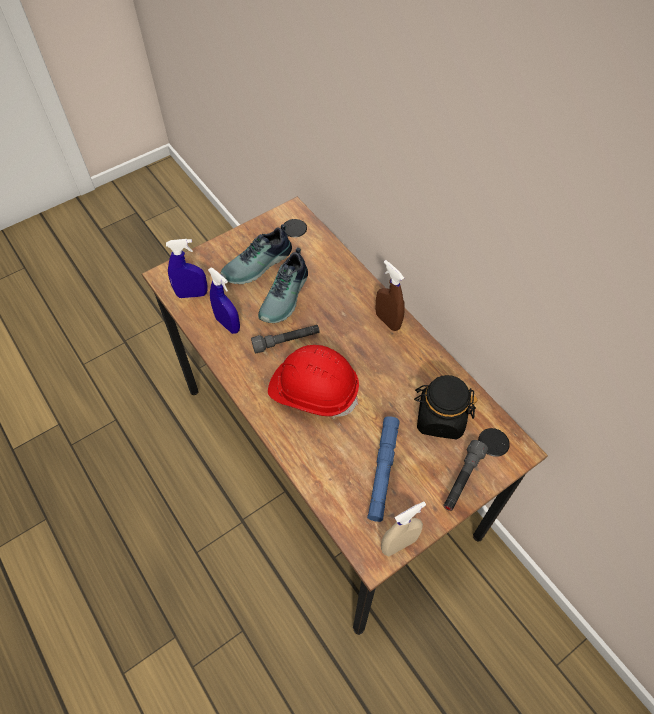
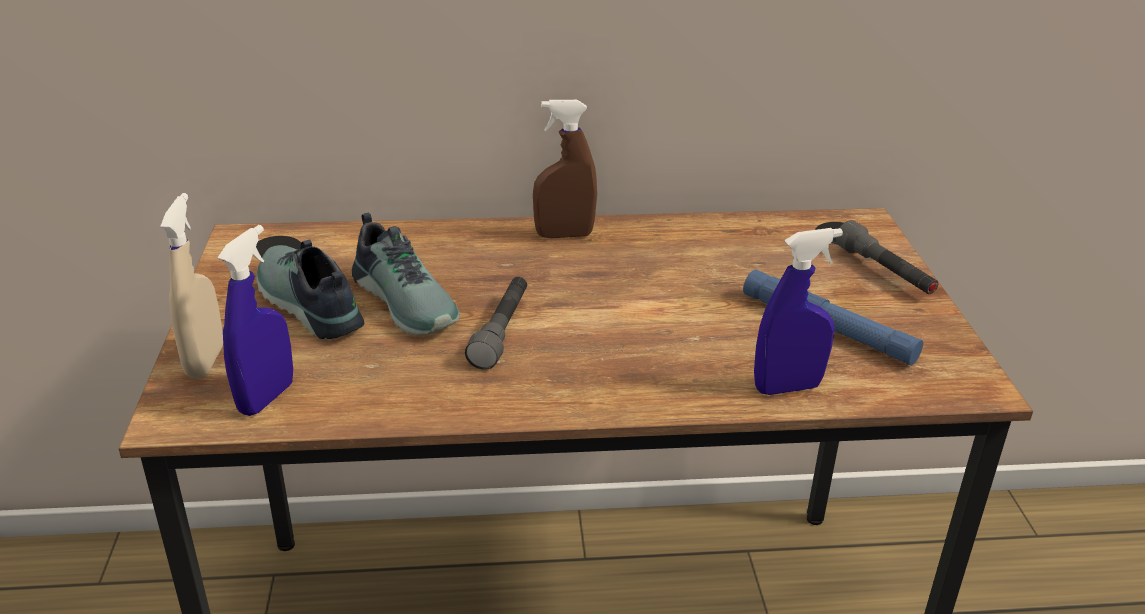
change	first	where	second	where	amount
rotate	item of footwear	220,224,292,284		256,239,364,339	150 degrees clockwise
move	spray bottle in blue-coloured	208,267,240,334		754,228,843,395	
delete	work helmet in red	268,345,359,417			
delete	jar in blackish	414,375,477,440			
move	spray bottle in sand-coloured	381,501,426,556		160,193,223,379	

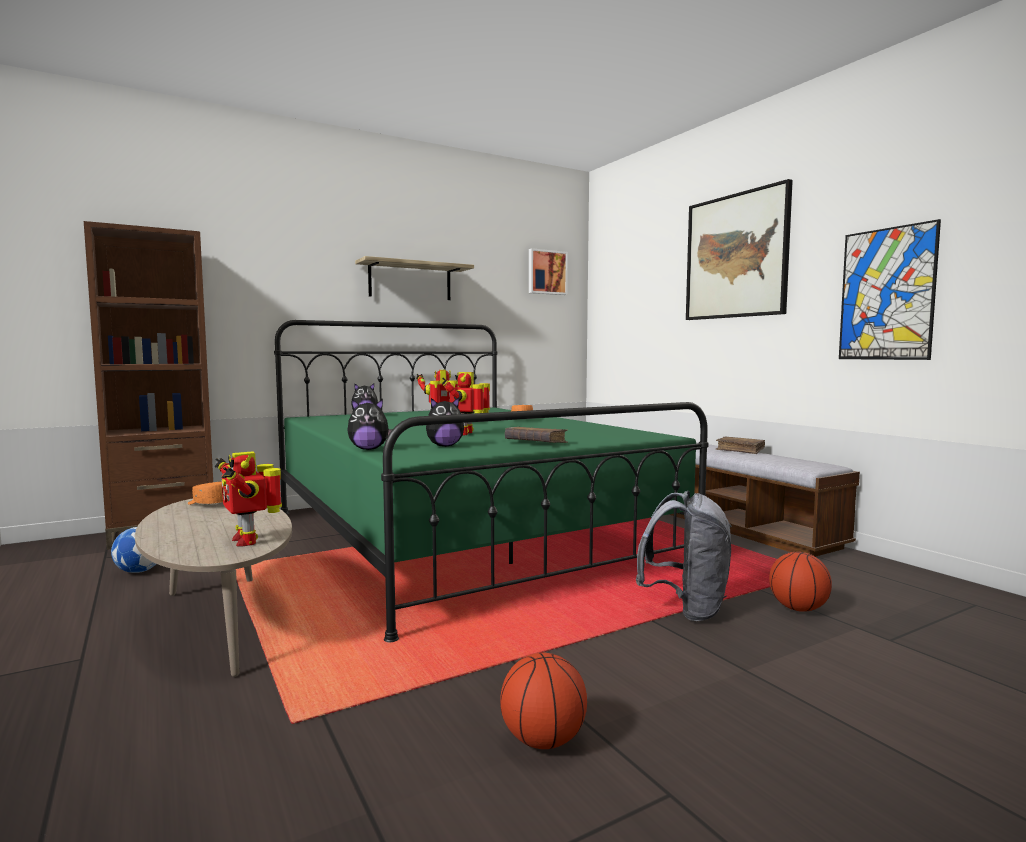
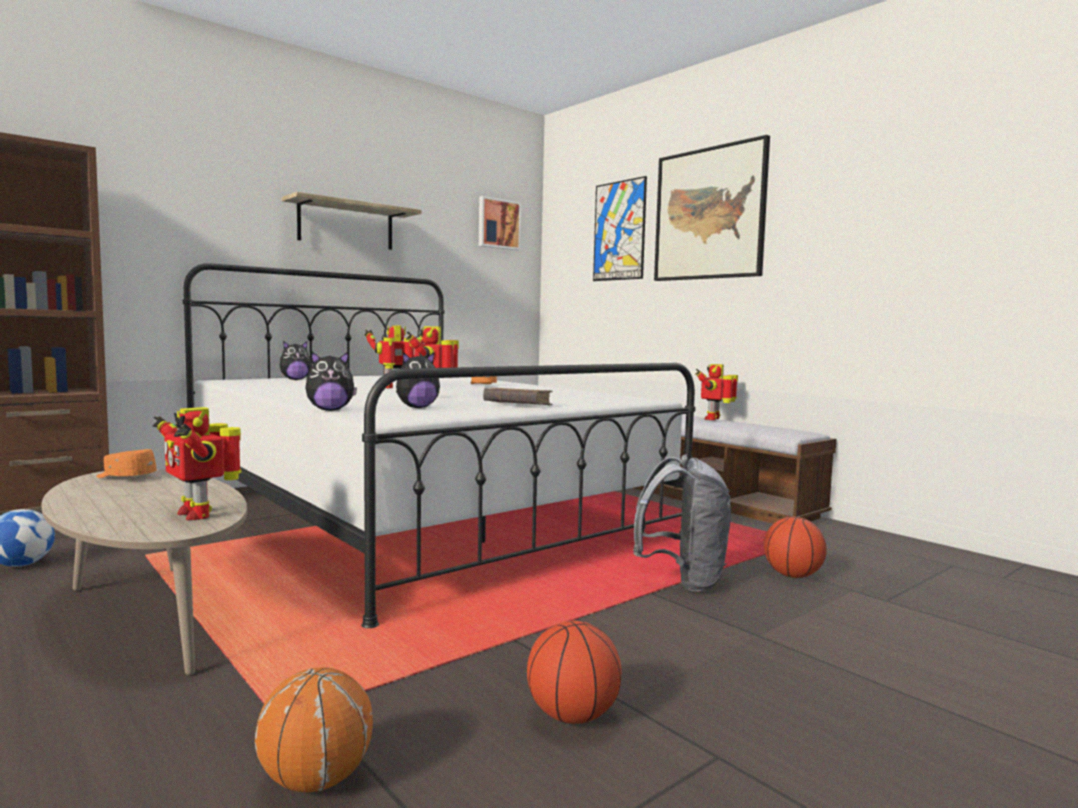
change	first	where	second	where	amount
move	picture	839,219,941,360		593,176,647,281	
recolor	sleeping bed in greenish	274,320,709,642	sleeping bed in white	183,263,696,628	
replace	book in brown-coloured	716,437,765,454	model robot	695,364,738,420	
insert			ball for basketball	255,667,373,792	

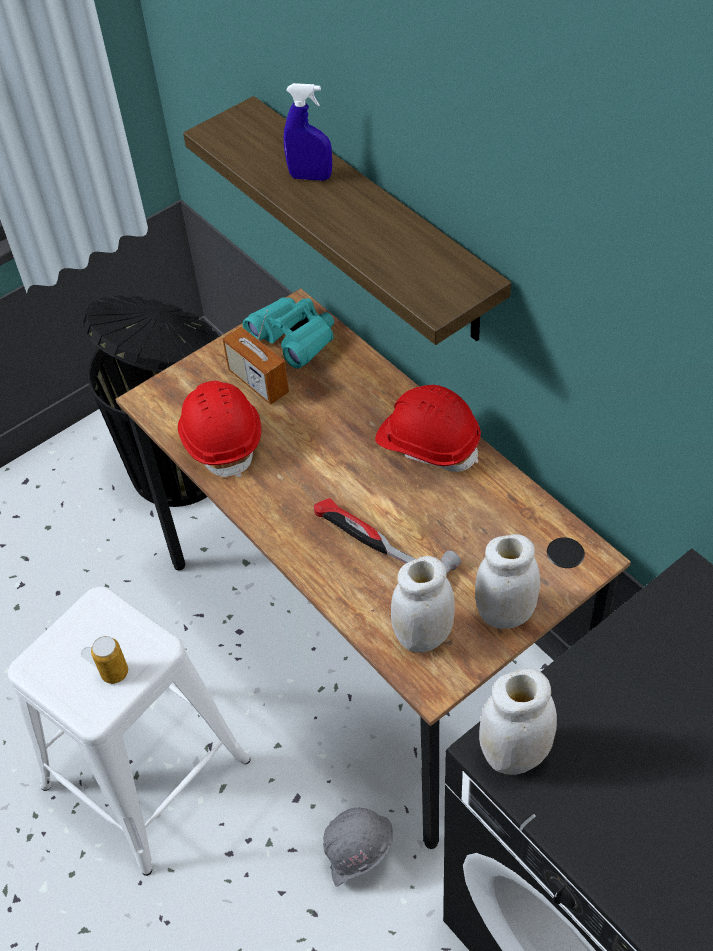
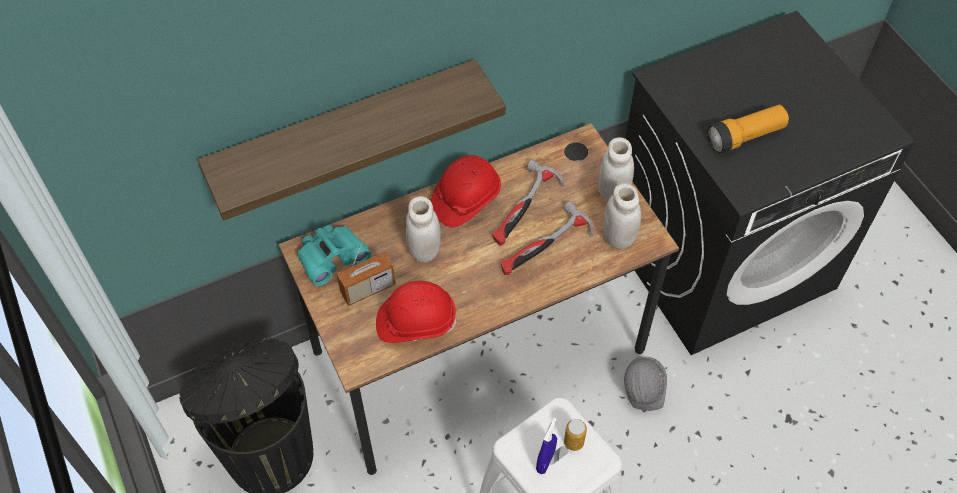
change	first	where	second	where	amount
move	spray bottle in blue-coloured	284,83,332,181		536,417,557,474	
move	jar in white	479,668,557,775		406,196,441,262	
insert			torch	707,105,789,154	
insert			tool hammer	492,159,564,246	

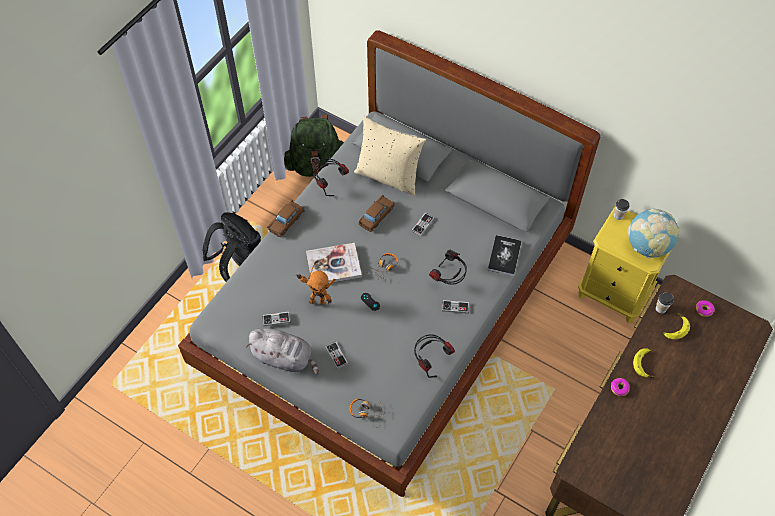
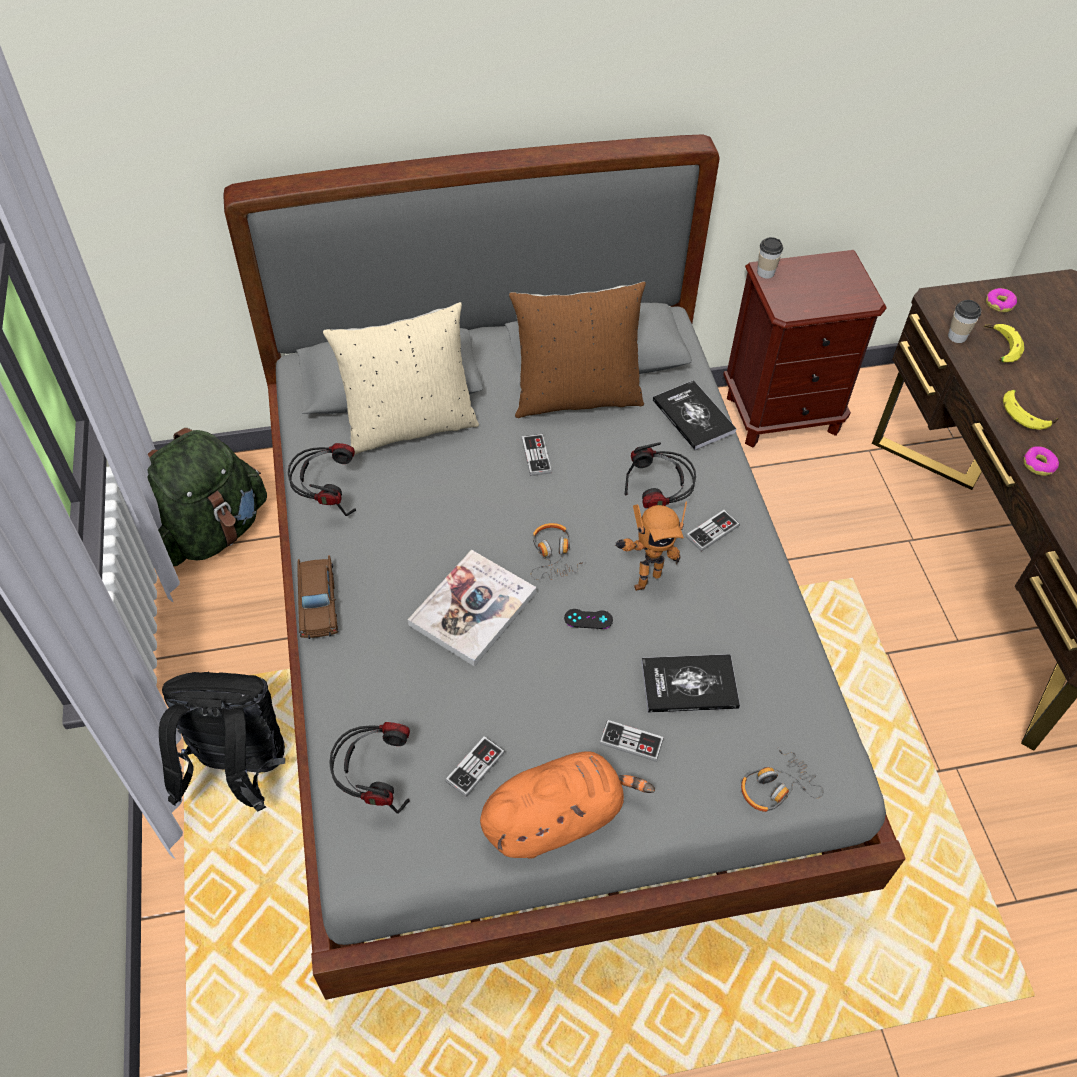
change	first	where	second	where	amount
delete	miniature car in brown-coloured	358,195,395,232			
recolor	night table in yellowish	578,207,679,323	night table in brown-coloured	723,250,887,447	
delete	world globe	627,209,679,258			
move	model robot	296,265,336,305		615,502,687,591	
recolor	cuddly toy in gray	246,328,319,374	cuddly toy in orangey	480,751,655,859	
move	pair of headphones	414,334,455,378		329,722,410,814	
insert			pillow in brown-coloured	509,281,646,418	
insert			book	641,654,740,713	

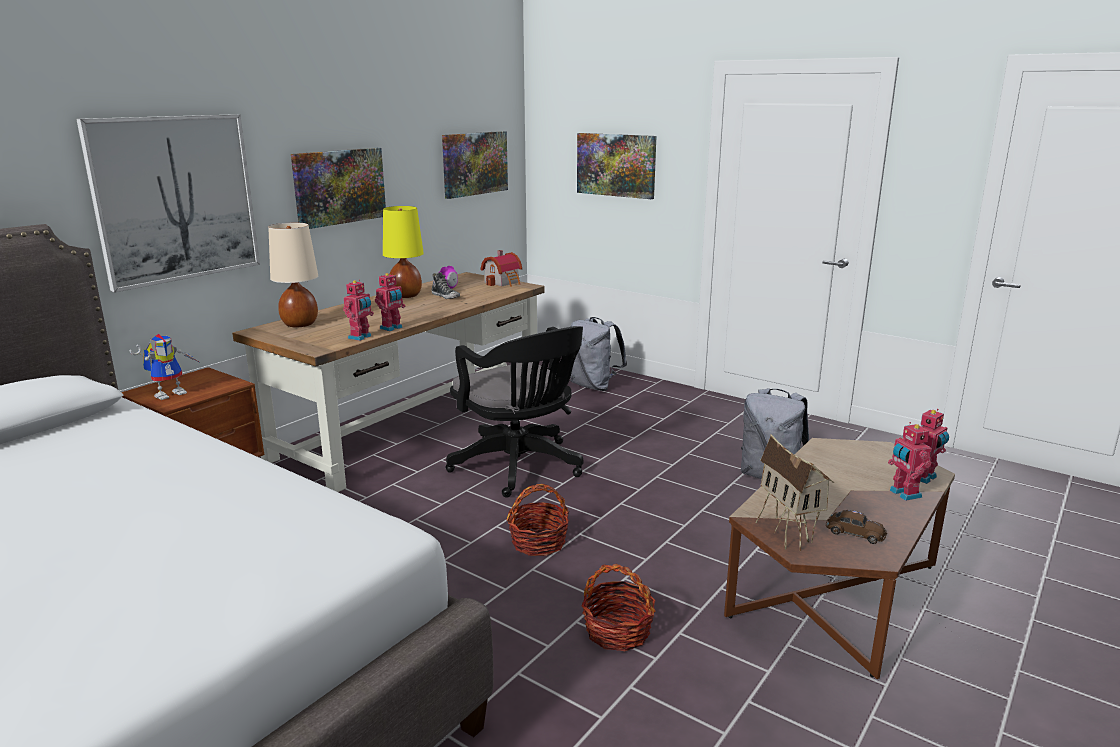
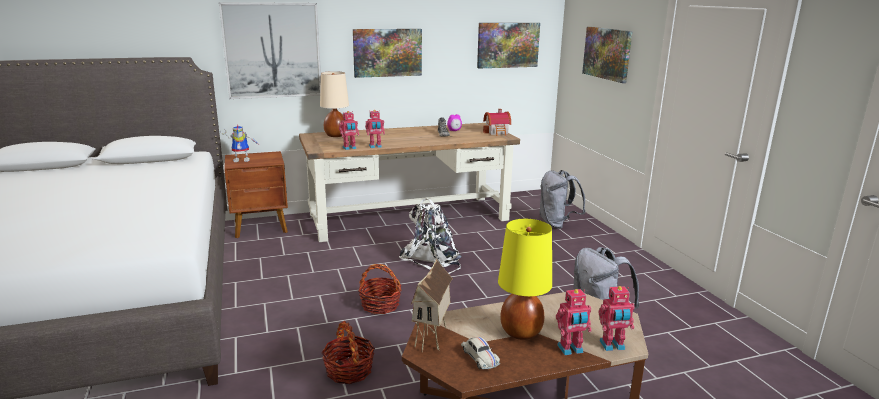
change	first	where	second	where	amount
move	tabletop lamp in yellowish	383,206,424,298		498,219,552,340	
replace	computer chair in blackish	445,326,583,498	knapsack in white	399,198,462,274	
rotate	model robot	888,422,932,501		556,289,592,355	120 degrees counterclockwise
recolor	miniature car in brown-coloured	826,510,887,544	miniature car in white	461,337,500,369	

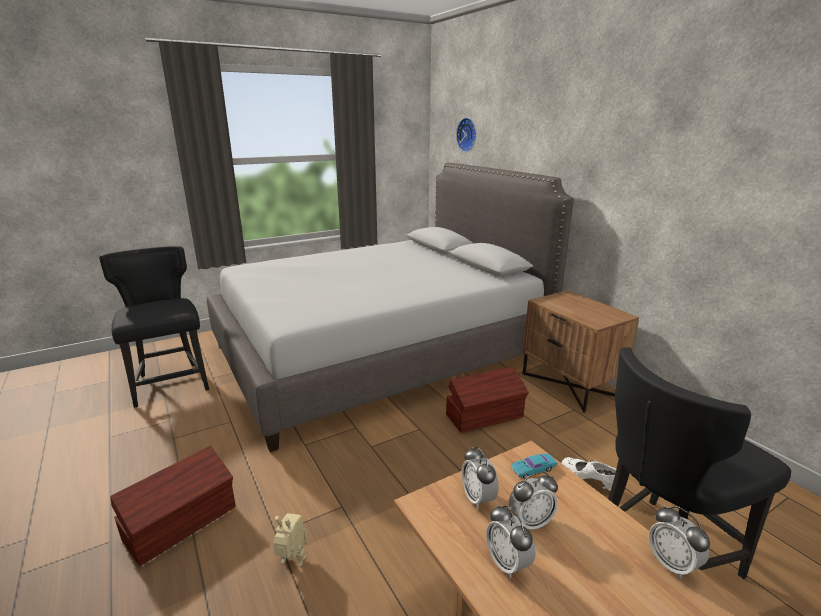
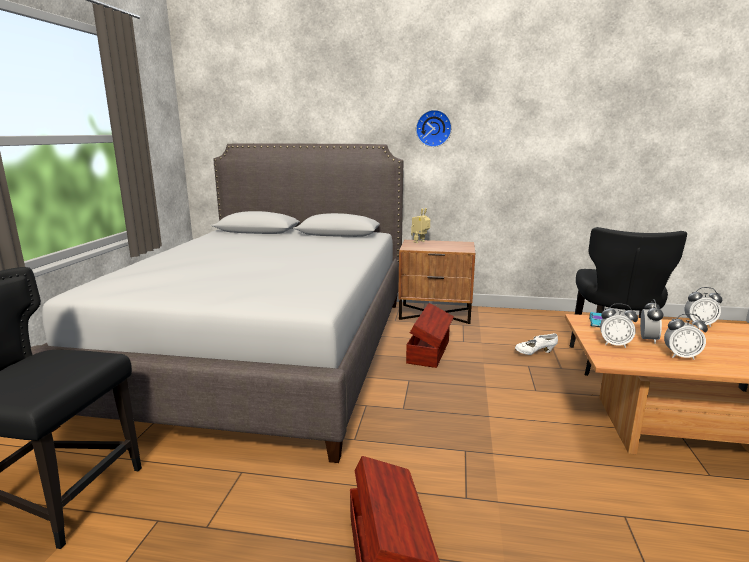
change	first	where	second	where	amount
move	wall clock	456,118,476,152		416,110,452,147	
move	model robot	273,513,308,567		411,208,430,243	

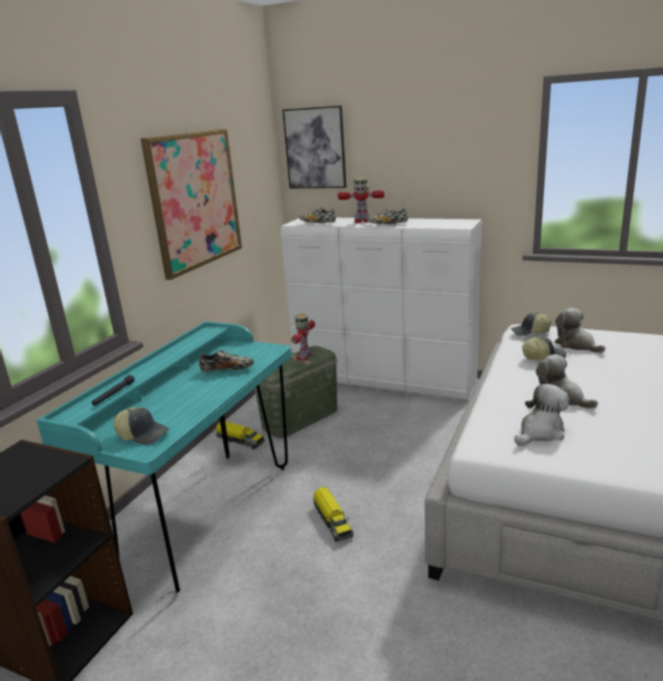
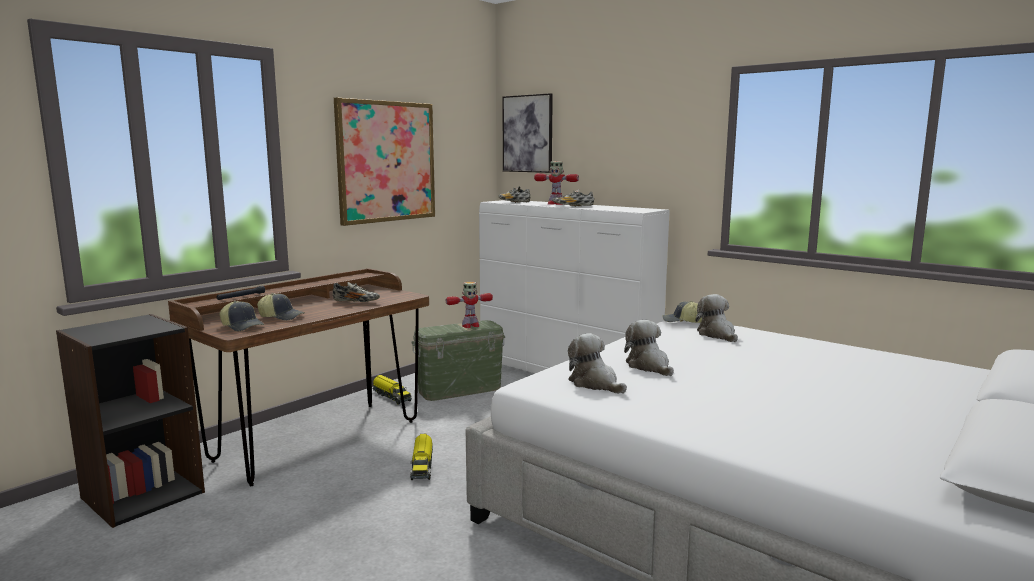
change	first	where	second	where	amount
rotate	model robot	291,314,315,360		446,282,493,328	150 degrees counterclockwise
recolor	desk table in turquoise	37,321,292,593	desk table in brown-coloured	168,268,429,486	
move	peaked cap	522,336,566,360		257,293,305,320	
rotate	cuddly toy	514,384,569,446		568,333,627,394	105 degrees counterclockwise

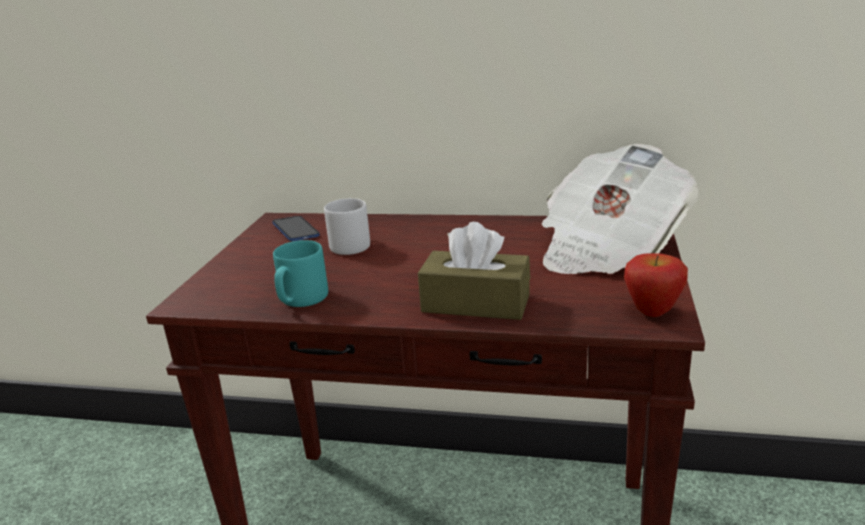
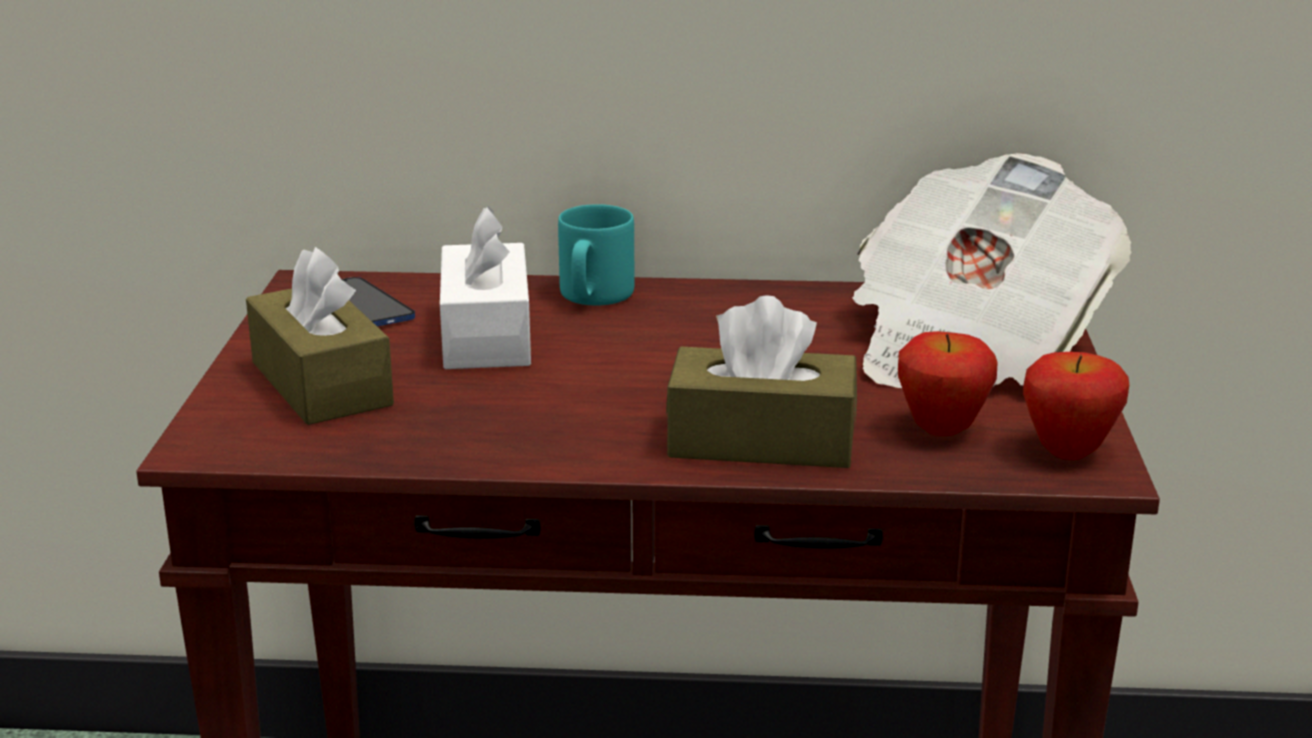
change	first	where	second	where	amount
replace	coffee mug in gray	324,198,370,255	tissue holder in white	440,207,531,369	
move	coffee mug in turquoise	273,240,328,307		558,204,634,305	
insert			tissue holder in brown-coloured	246,247,394,425	
insert			whole apple	898,331,998,436	

